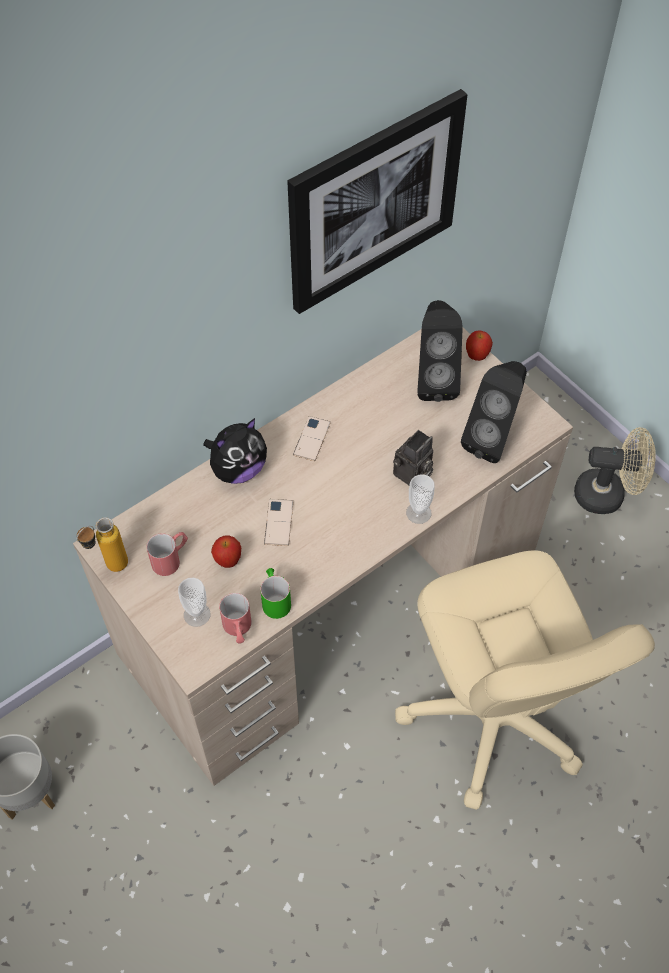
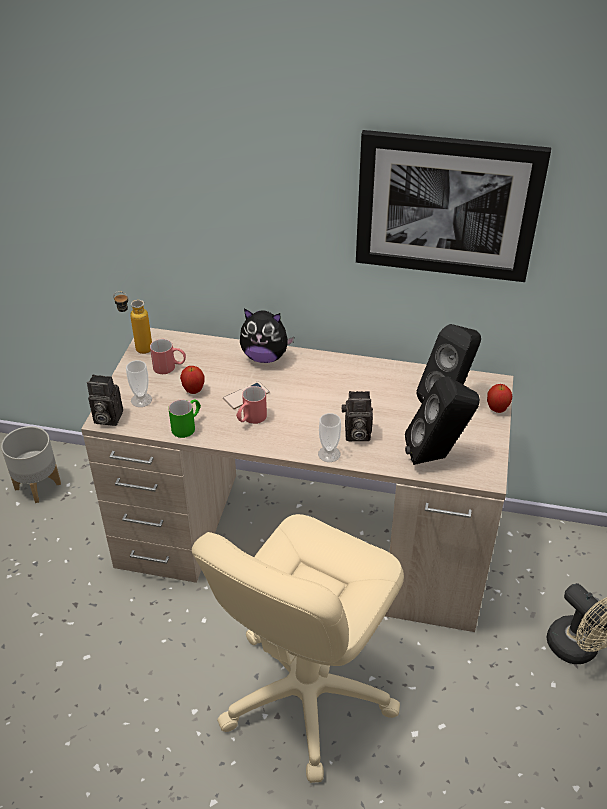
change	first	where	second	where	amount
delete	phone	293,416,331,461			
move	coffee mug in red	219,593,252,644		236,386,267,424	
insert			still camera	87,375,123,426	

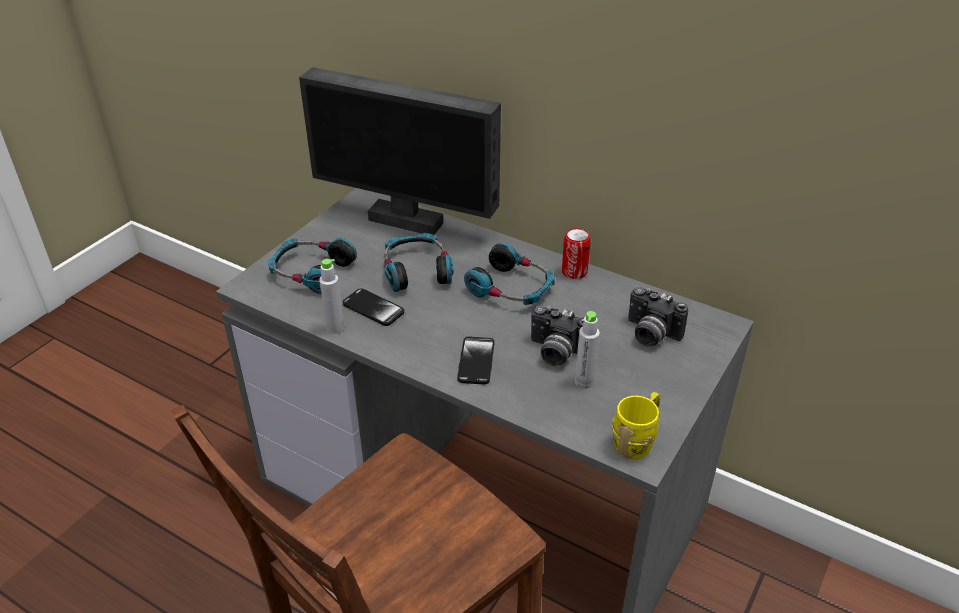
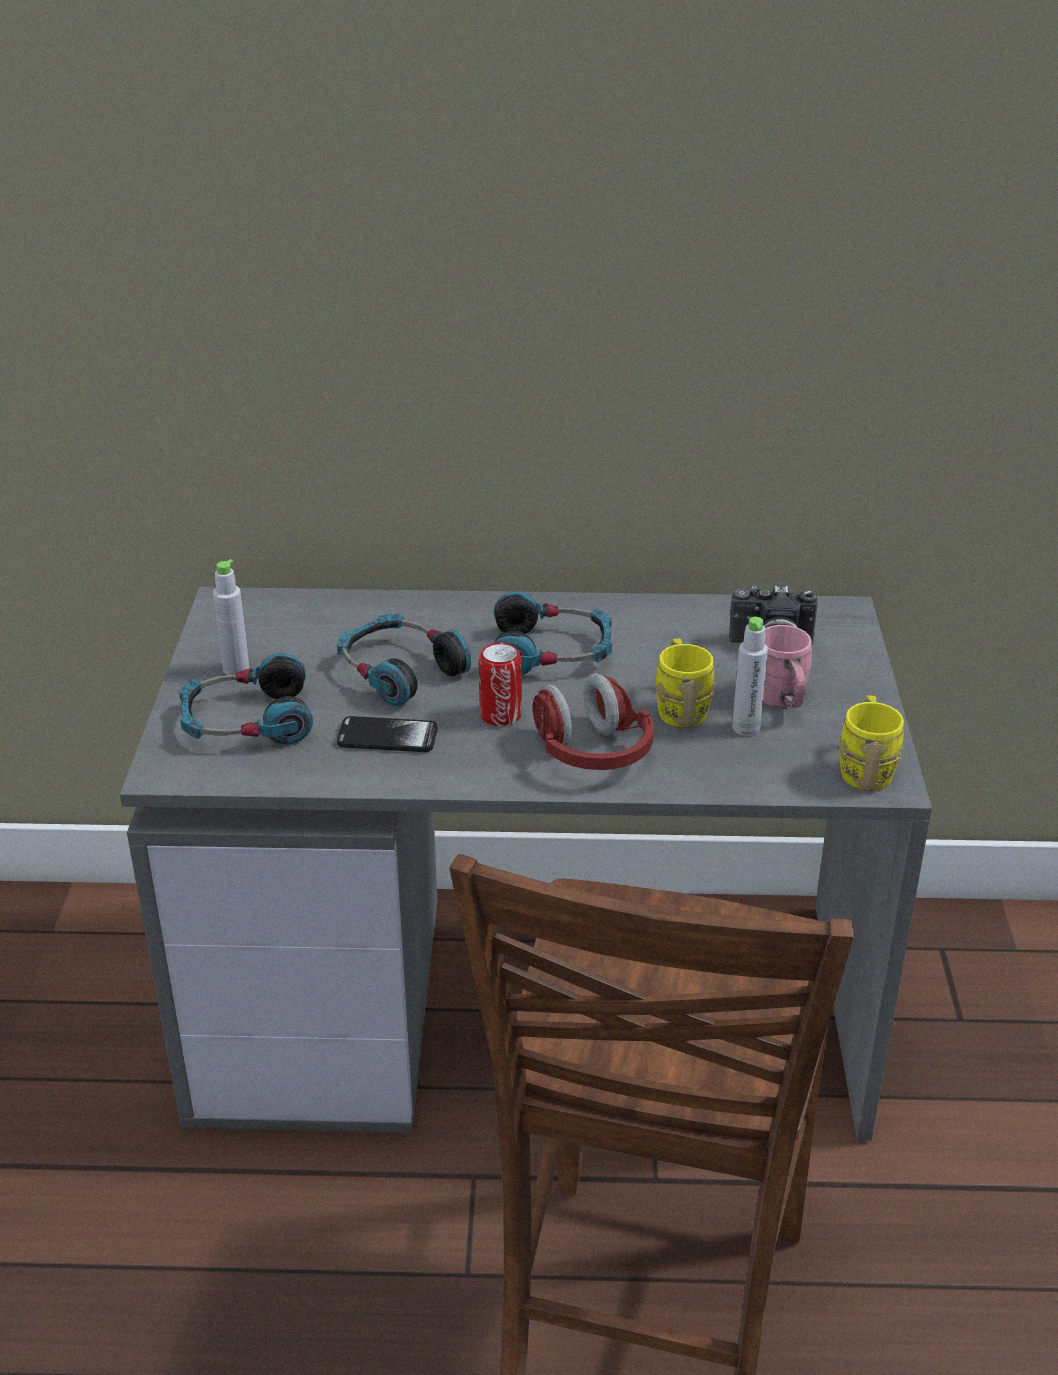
change	first	where	second	where	amount
delete	monitor	299,67,501,235			
move	can	562,228,591,279		479,642,522,726	
move	bottle in gray	319,259,344,334		213,559,249,675	
replace	still camera	531,306,584,366	coffee mug in yellowish	656,639,716,728	
replace	phone	457,336,494,385	pair of headphones in red	533,673,654,770	
insert			coffee mug in pink	763,625,812,708	

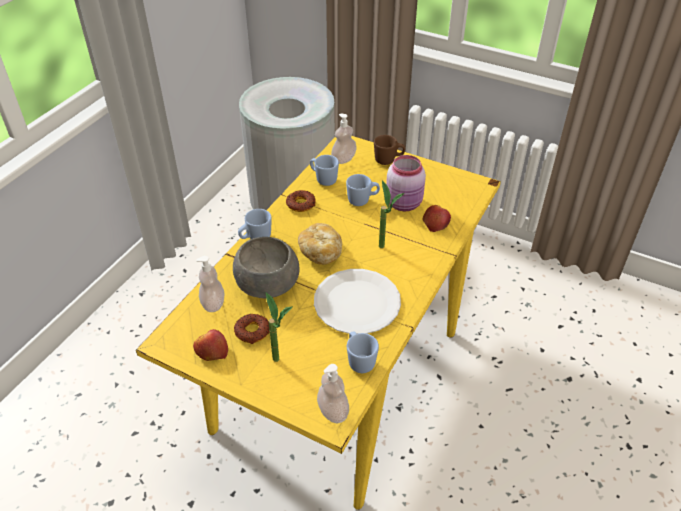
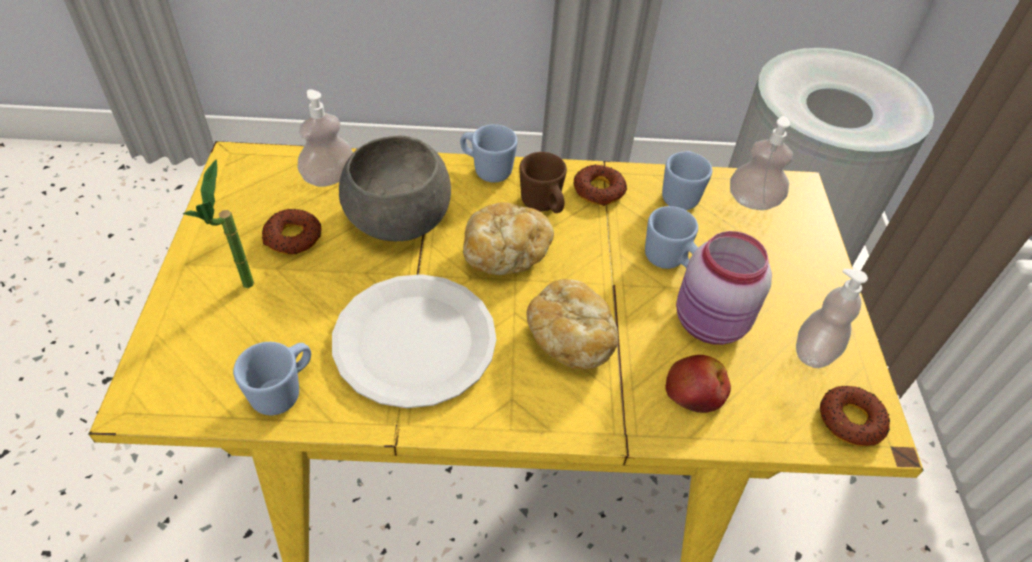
change	first	where	second	where	amount
move	coffee mug in brown-coloured	374,135,405,165		519,152,567,213	
replace	plant in a pot	379,180,404,248	bread	527,279,618,369	
delete	whole apple	193,329,228,361			
move	soap dispenser	317,364,349,423		796,269,868,368	
insert			ring doughnut	820,386,890,446	

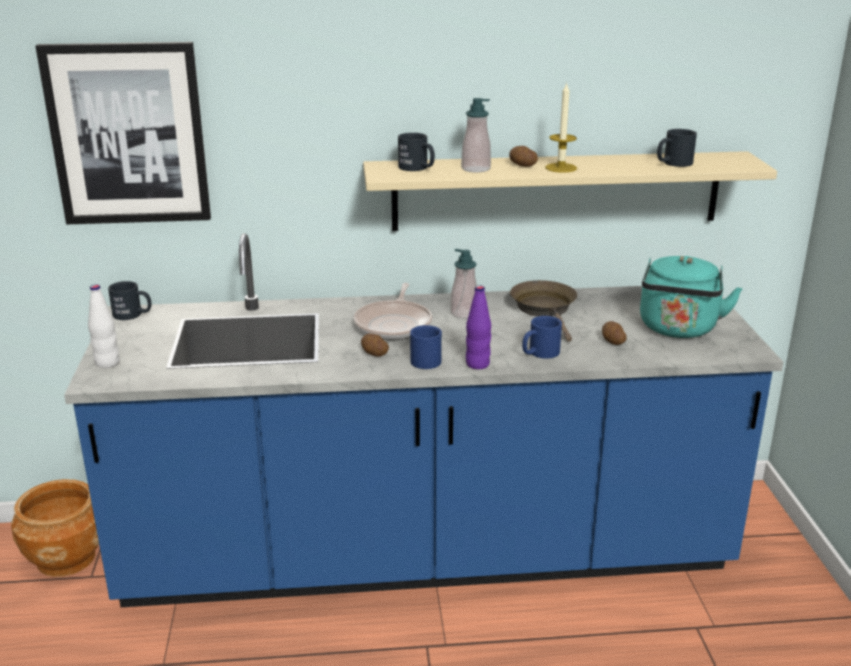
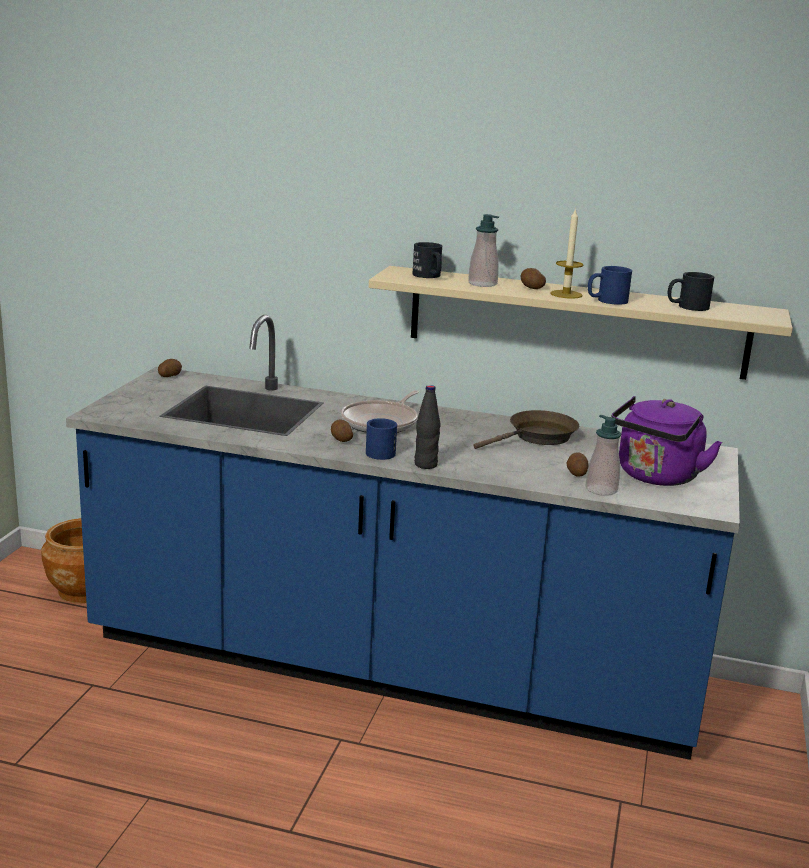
change	first	where	second	where	amount
delete	picture	36,42,211,224			
move	soap dispenser	450,249,477,319		586,415,621,496	
recolor	kettle in turquoise	640,256,742,338	kettle in purple-coloured	611,396,722,486	
rotate	skillet in brown-coloured	510,280,577,342		473,410,579,449	45 degrees clockwise
replace	coffee mug in blackish	108,281,151,320	spud	158,359,182,377	
delete	bottle in white	88,284,119,368			
recolor	bottle in purple-coloured	466,285,491,369	bottle in blackish	415,385,441,469	
move	coffee mug in blue-coloured	522,316,562,359		588,266,632,305	

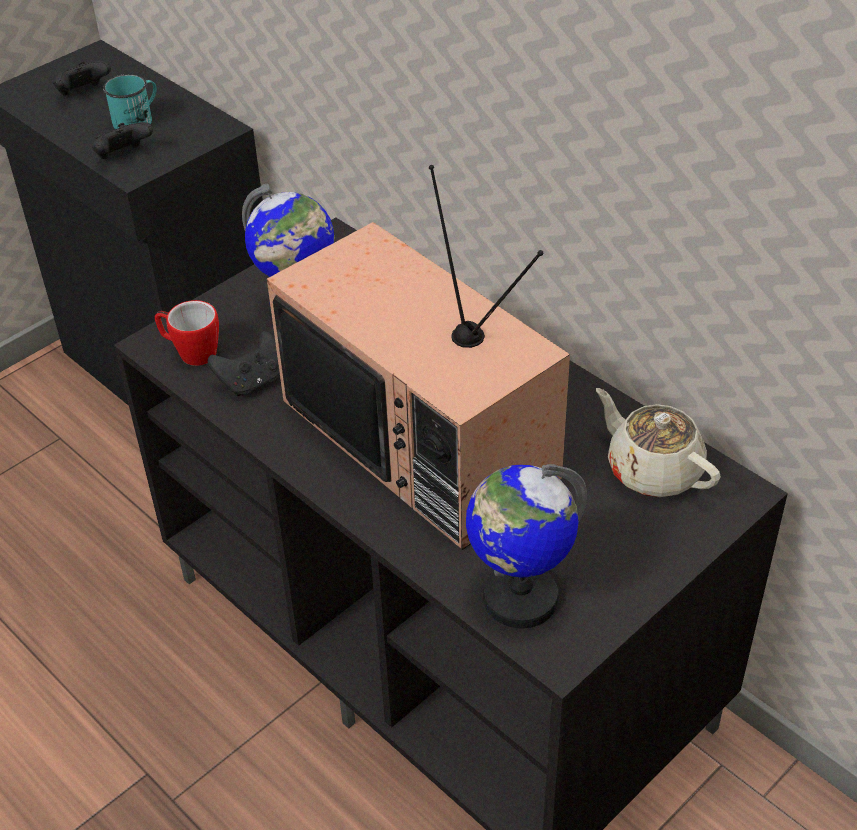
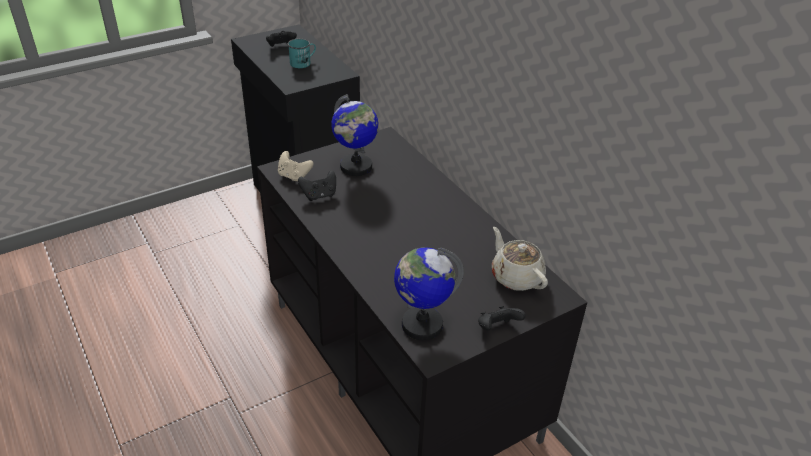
change	first	where	second	where	amount
move	joypad in blackish	92,122,153,159		478,306,526,331	
delete	TV	267,165,570,550			
replace	coffee mug	155,300,219,366	joypad in sand-coloured	278,151,314,181	

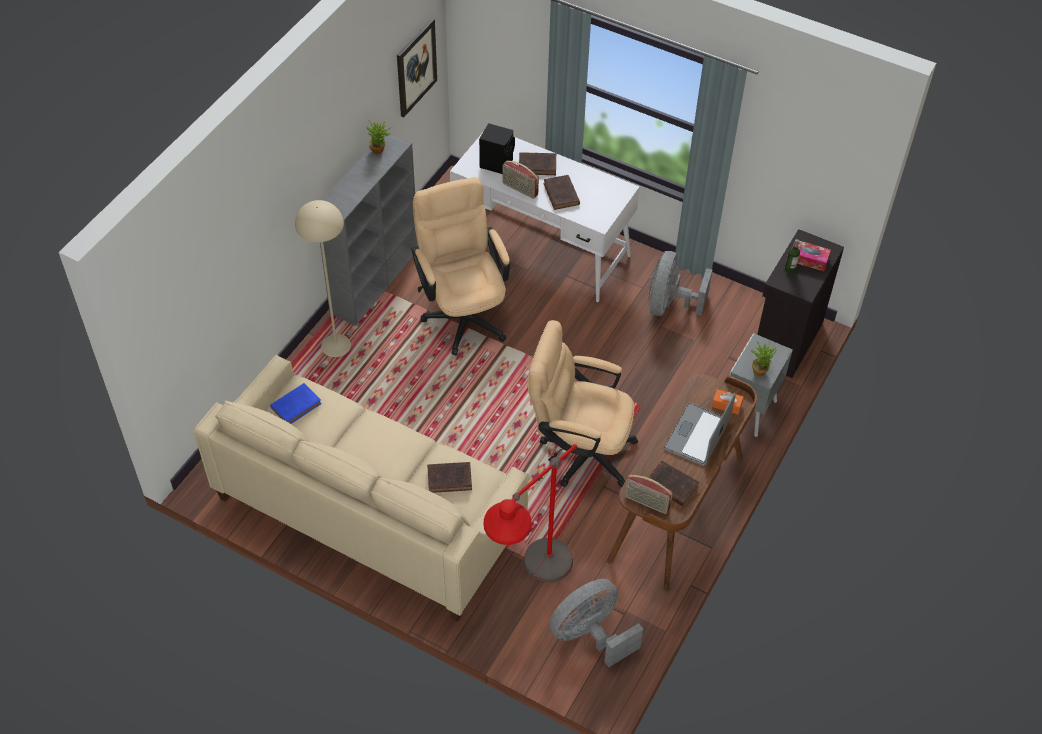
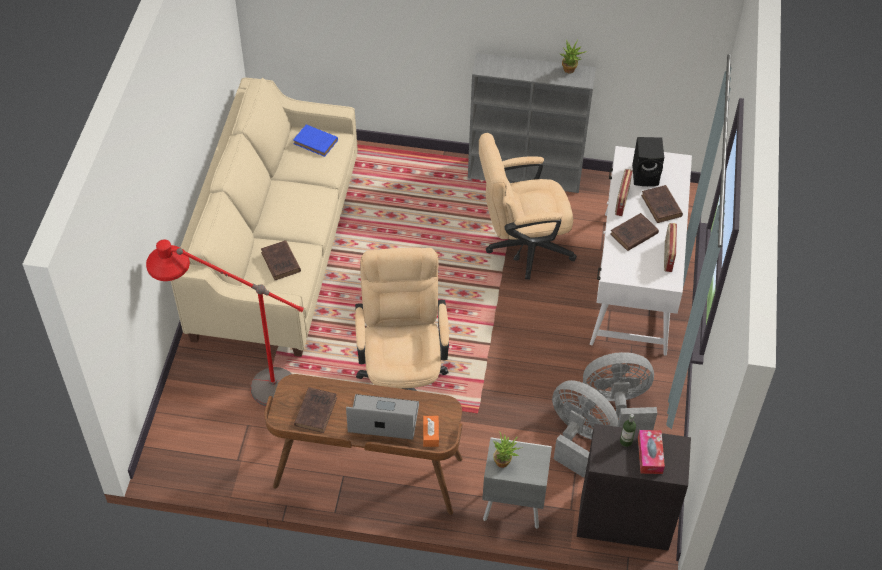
change	first	where	second	where	amount
delete	picture	397,18,437,117			
rotate	computer chair in sand-coloured	411,177,510,355		479,133,577,280	150 degrees counterclockwise
delete	standing lamp in sand-coloured	295,200,351,357			
move	radio	625,474,673,514		664,223,677,272	
move	cooling fan in gray	549,579,643,667		552,380,618,478	

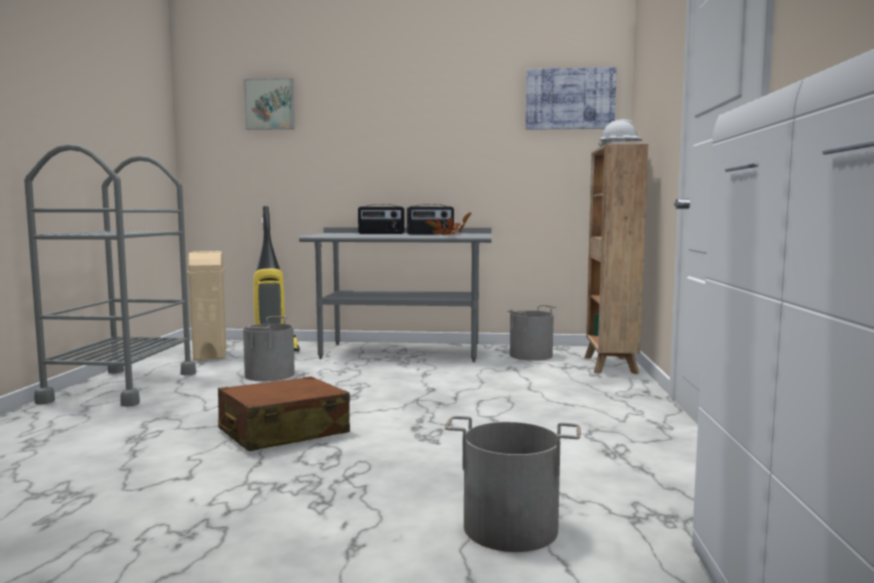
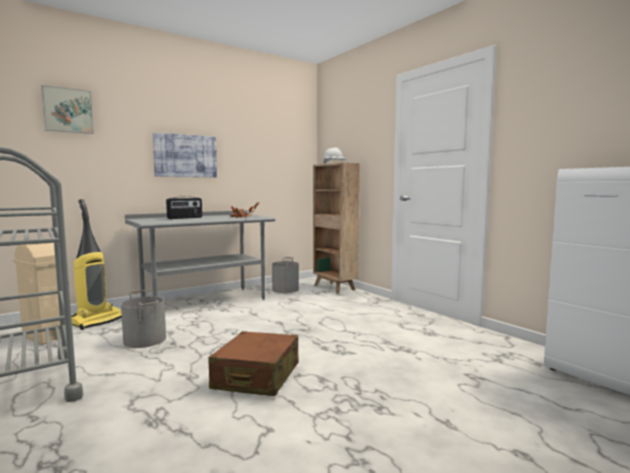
change	first	where	second	where	amount
move	picture	525,67,617,130		152,132,217,177	
delete	radio	407,204,454,235			
delete	bucket in gray	445,416,581,552			

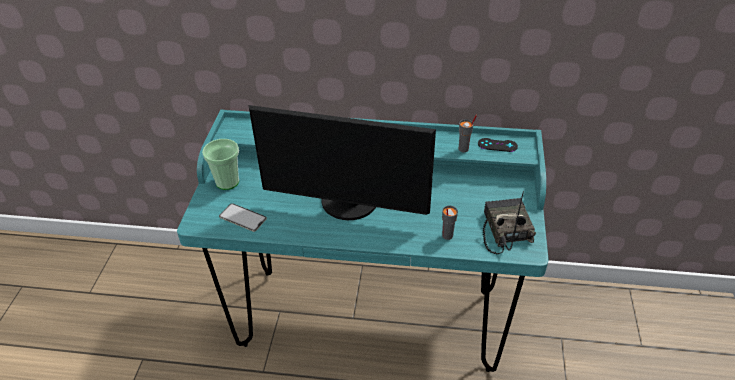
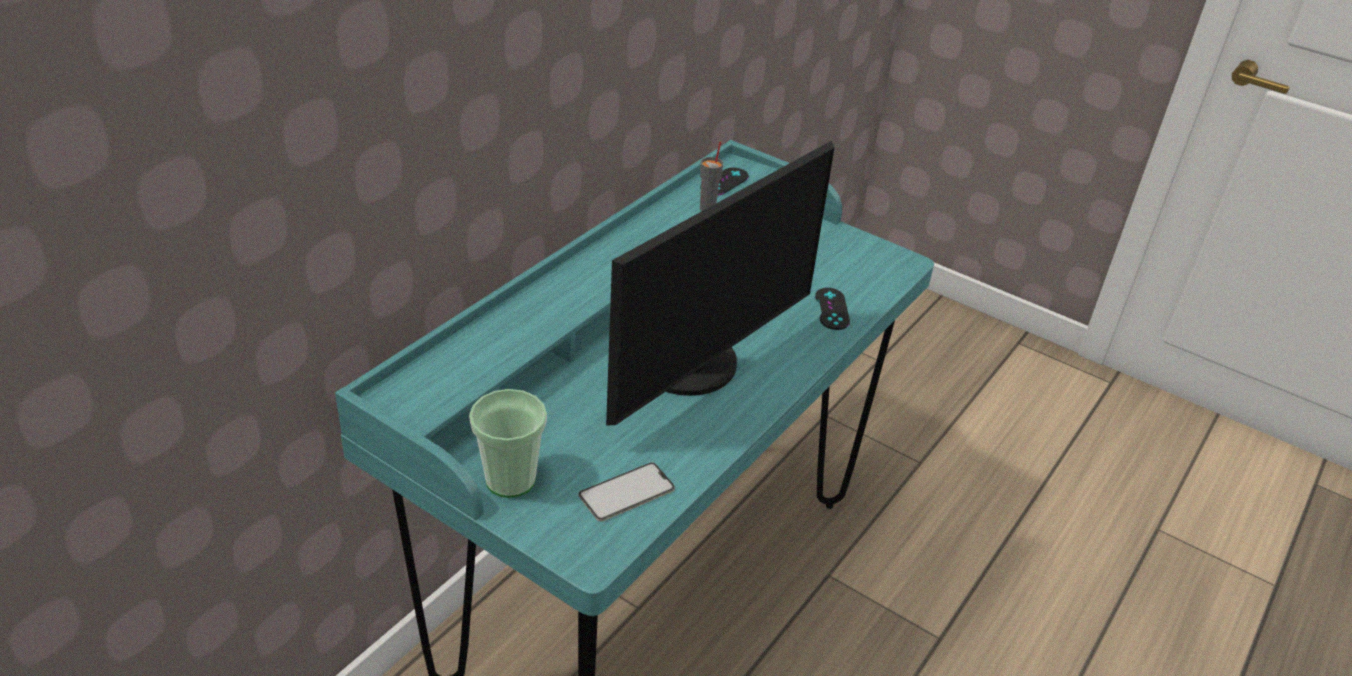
change	first	where	second	where	amount
delete	radio	483,191,536,254			
replace	drinking cup in gray	442,206,458,240	joypad in blackish	815,288,850,330	

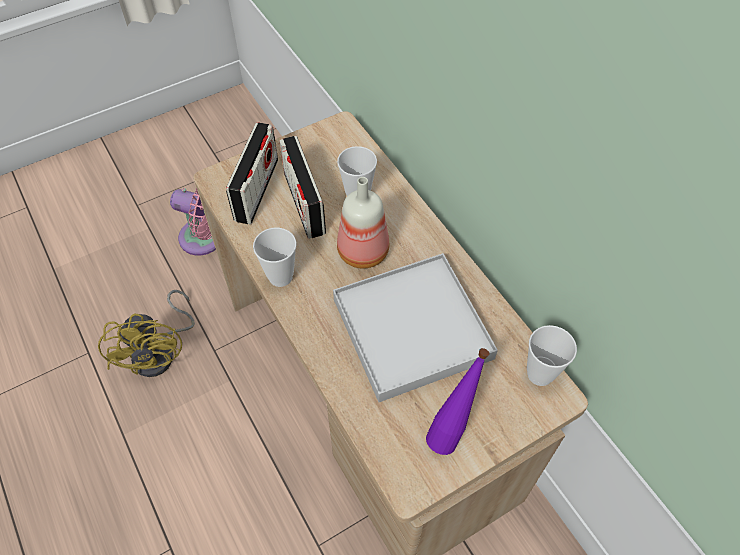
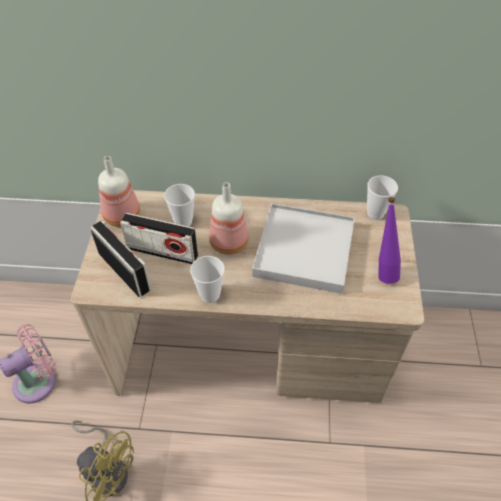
change	first	where	second	where	amount
insert			bottle	98,156,140,227	

